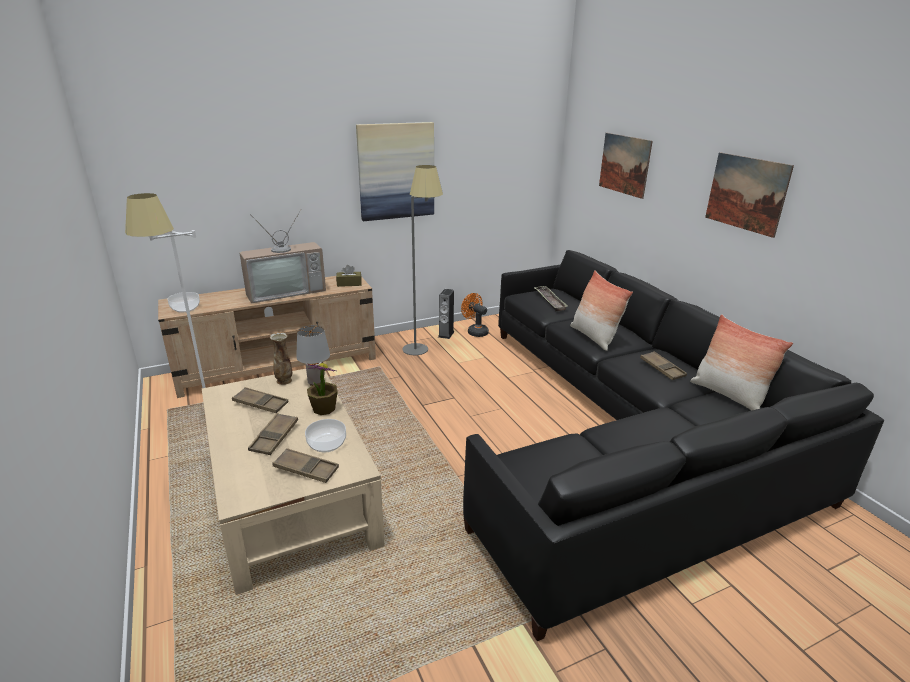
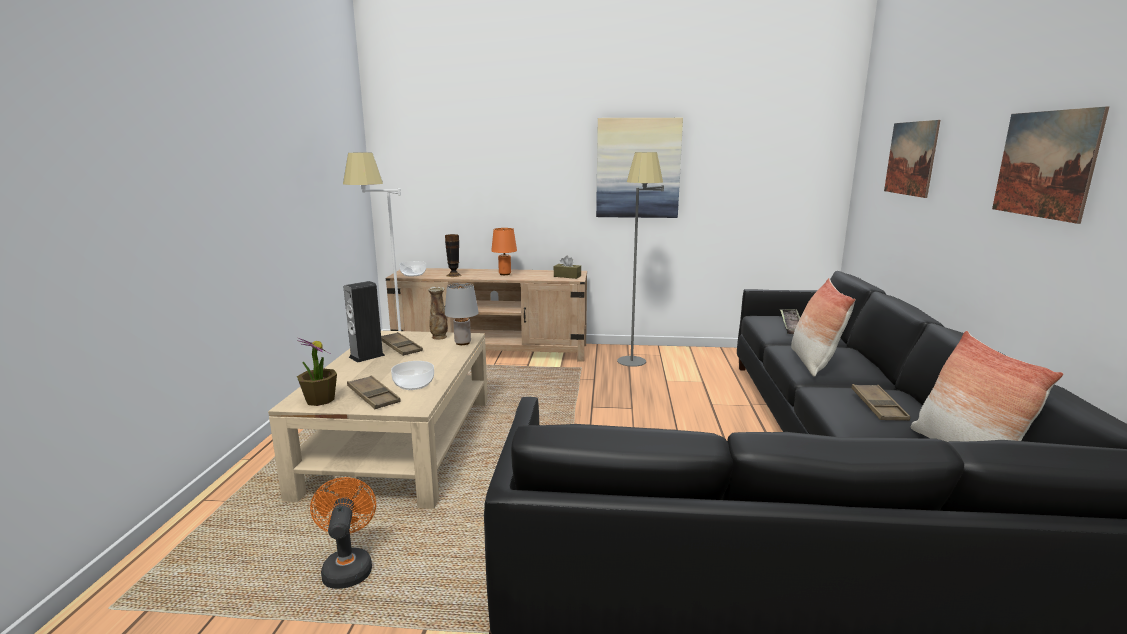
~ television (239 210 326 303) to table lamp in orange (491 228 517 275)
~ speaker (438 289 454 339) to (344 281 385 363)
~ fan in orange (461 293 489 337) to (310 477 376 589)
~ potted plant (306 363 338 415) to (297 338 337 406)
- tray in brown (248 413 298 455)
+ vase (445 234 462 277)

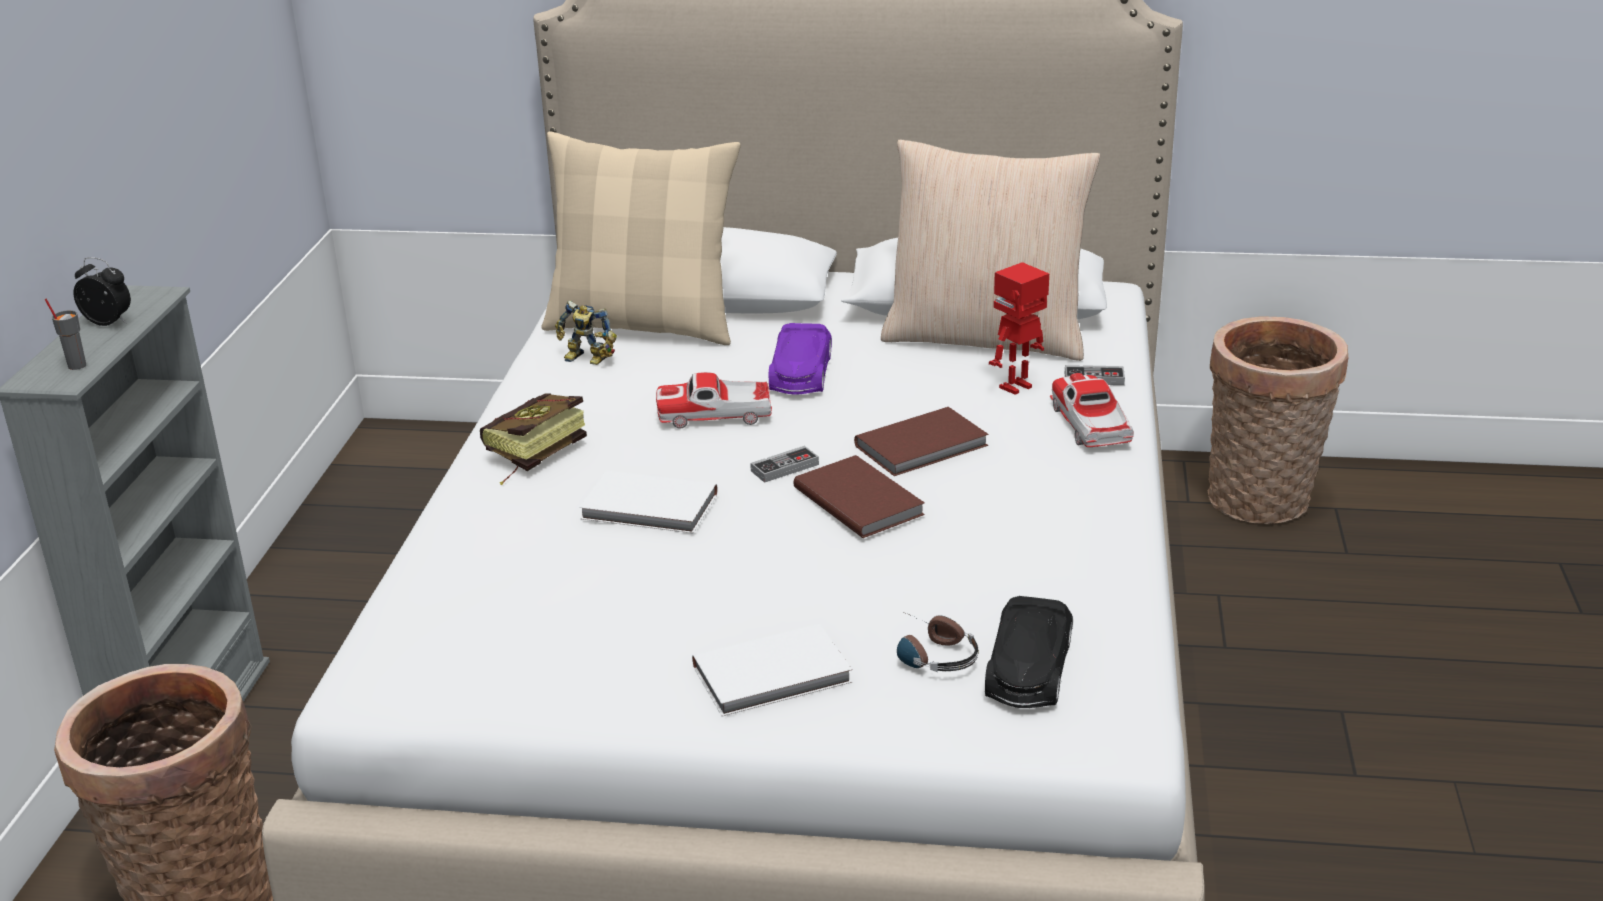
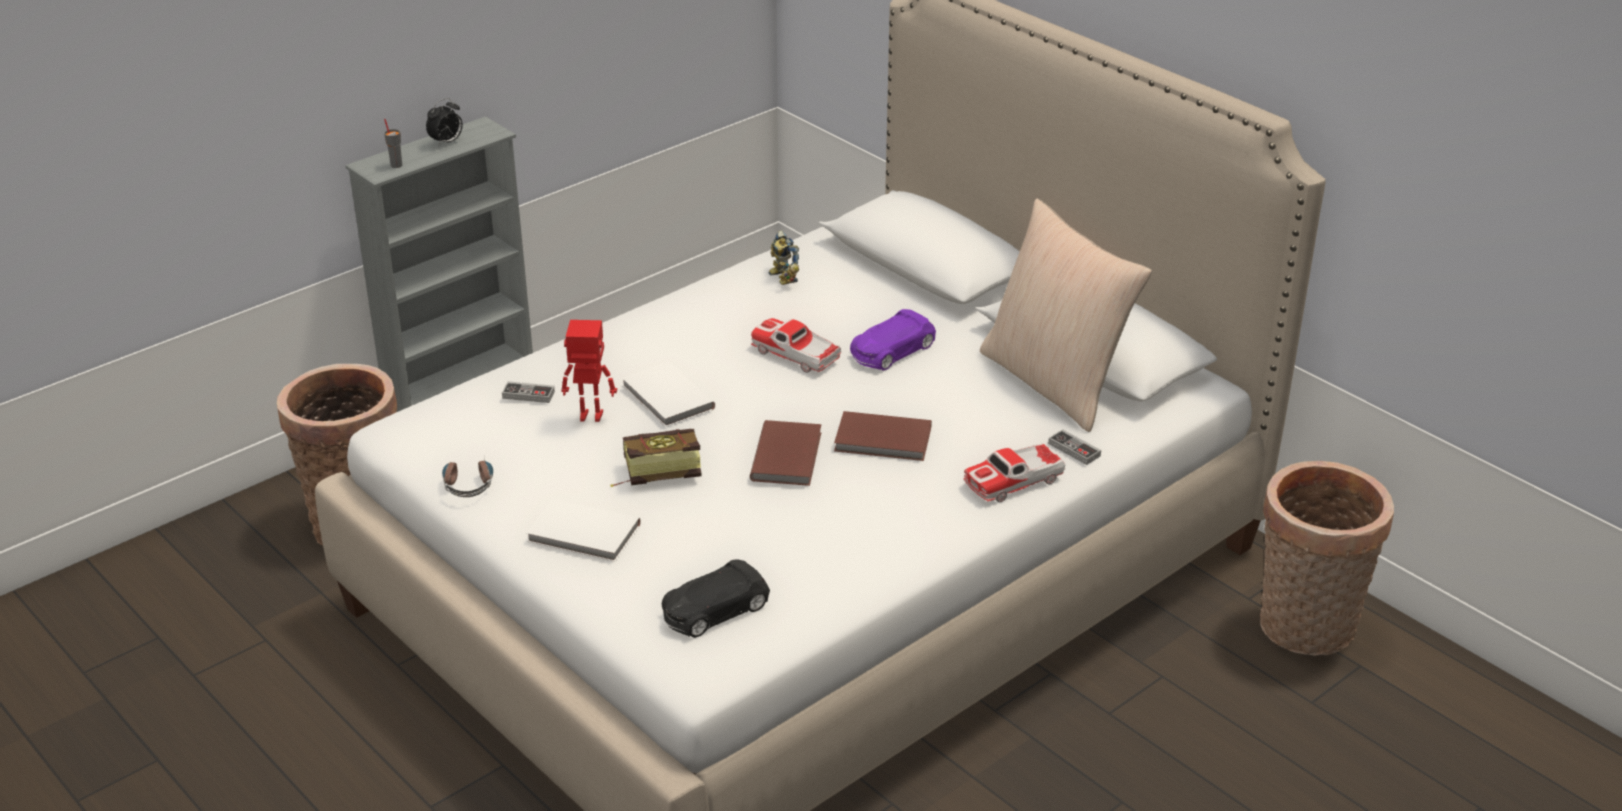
- pillow in beige (542 131 741 345)
~ alarm clock (73 257 131 326) = (426 98 463 147) 75 degrees clockwise
~ toy robot (989 262 1049 395) to (561 320 617 422)
~ toy car (1050 373 1134 447) = (964 443 1065 502) 150 degrees counterclockwise
~ book (480 394 587 485) to (611 429 701 487)
~ game controller (750 446 819 483) to (502 381 555 403)
~ headphones (897 612 979 672) to (442 461 493 497)

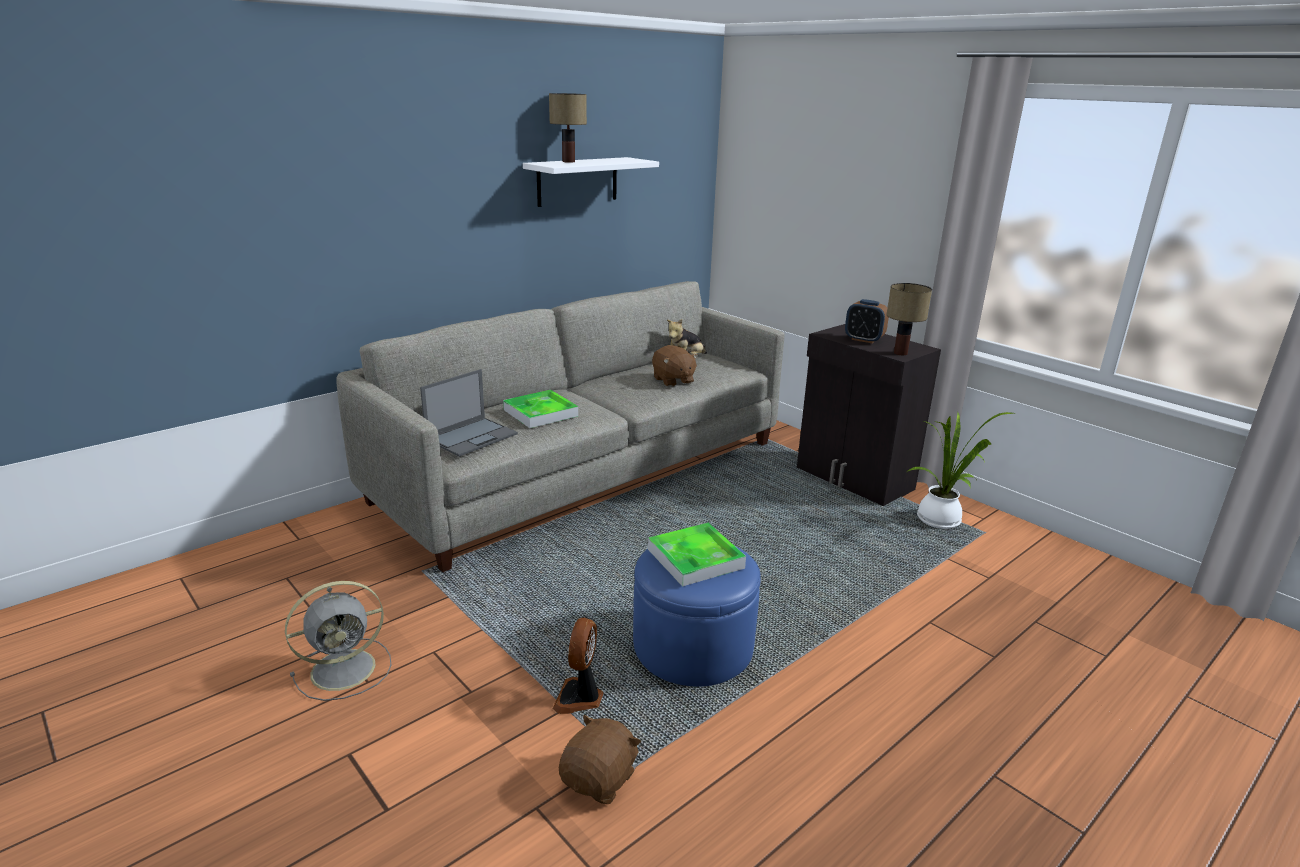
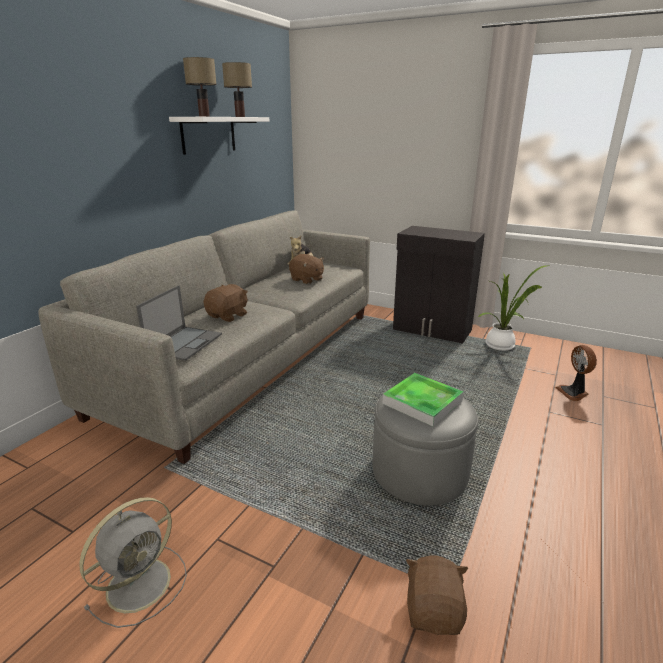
~ table lamp (886 283 932 355) to (222 62 252 117)
- alarm clock (845 299 889 343)
~ tray (503 390 578 428) to plush toy in brown (204 284 248 322)
~ ottoman in blue (633 546 761 687) to ottoman in grey (372 395 478 506)
~ fan (553 618 604 714) to (555 345 597 401)

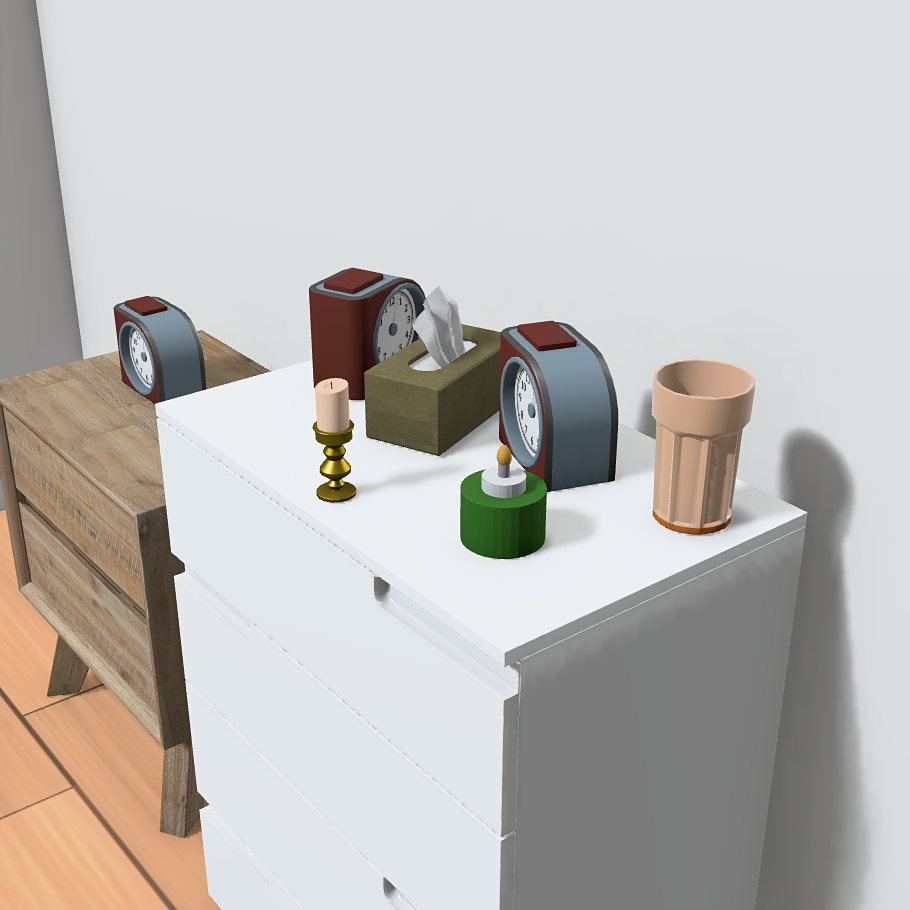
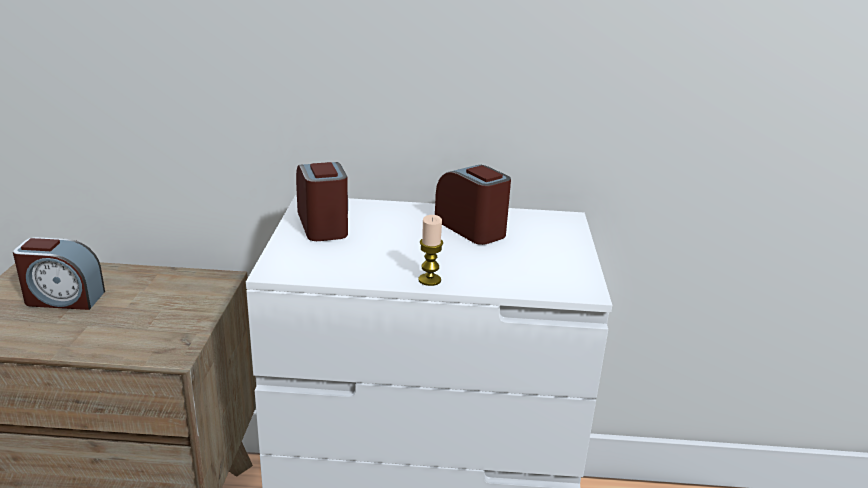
- tissue box in brown (364 286 501 456)
~ alarm clock (499 321 618 492) = (435 165 511 245) 150 degrees counterclockwise
- cup (652 359 755 535)
- candle in green (460 445 547 559)

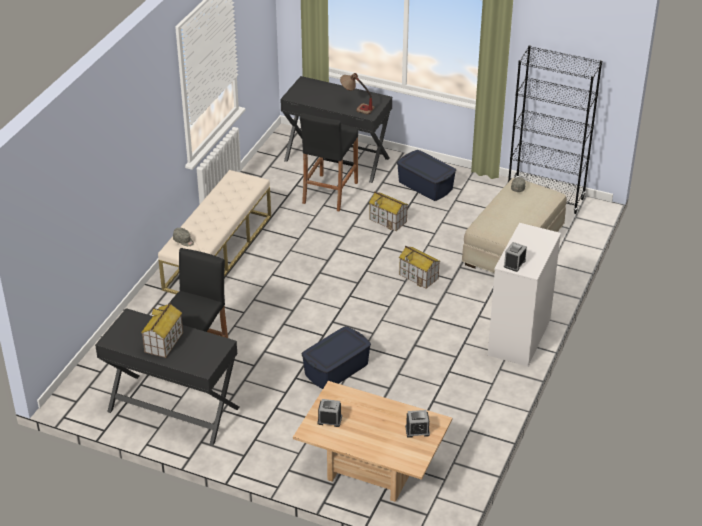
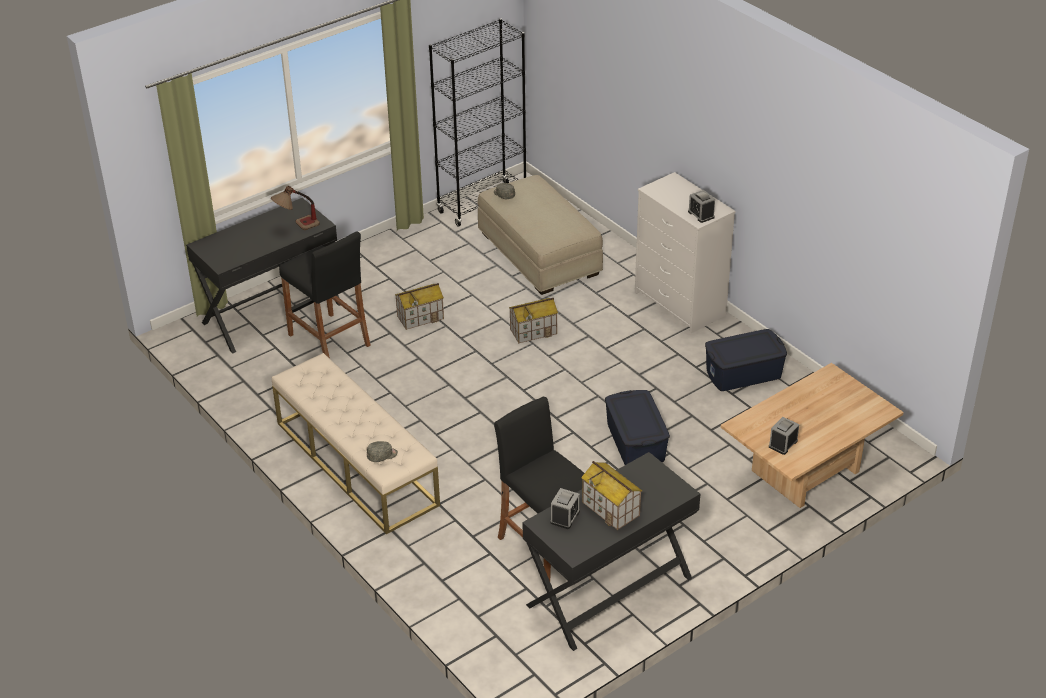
~ storage box in blue (397 150 456 201) to (705 329 787 391)
~ alarm clock (405 410 430 438) to (551 488 580 529)

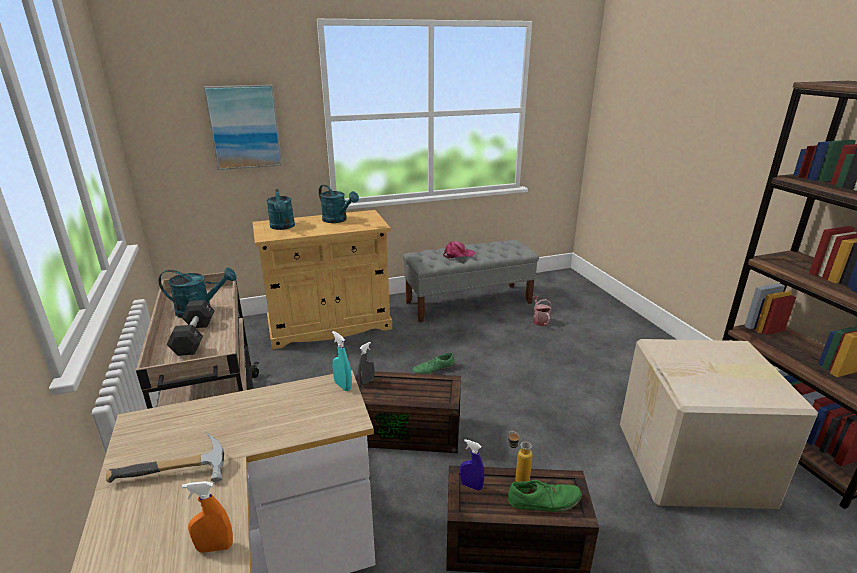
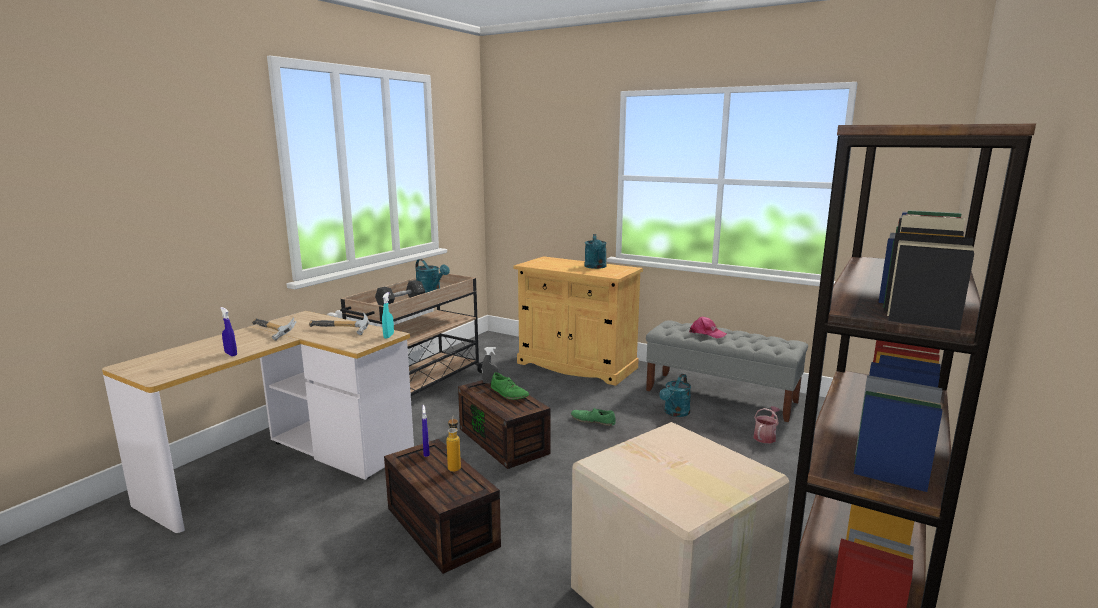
- picture (204 85 282 170)
~ watering can in turquoise (266 189 295 230) to (659 374 691 417)
~ shoe in green (508 480 582 512) to (491 372 529 400)
~ spray bottle in orange (182 481 233 553) to spray bottle in blue (220 307 237 356)
+ hammer (309 312 369 335)

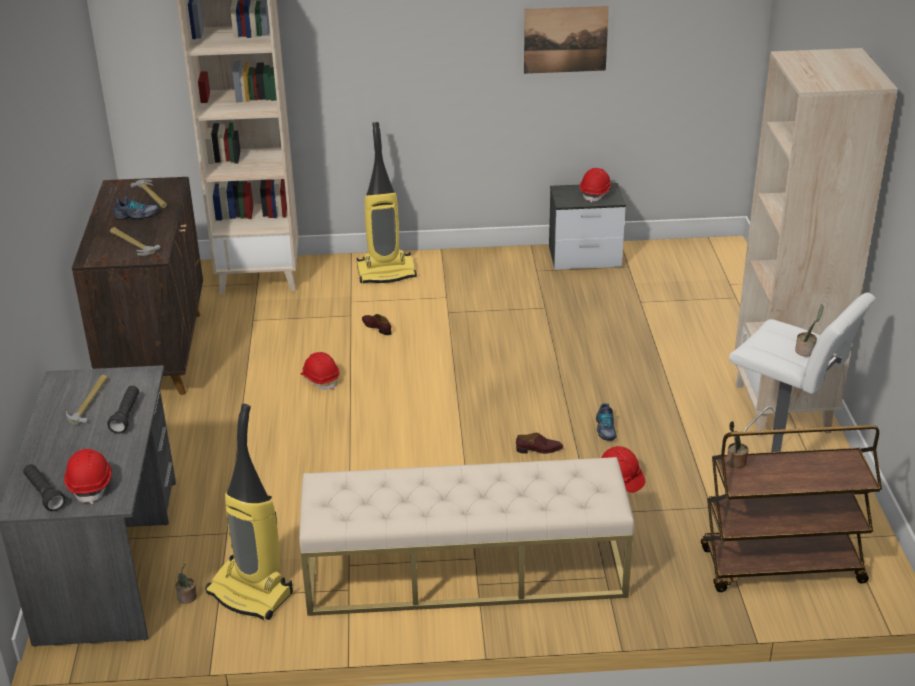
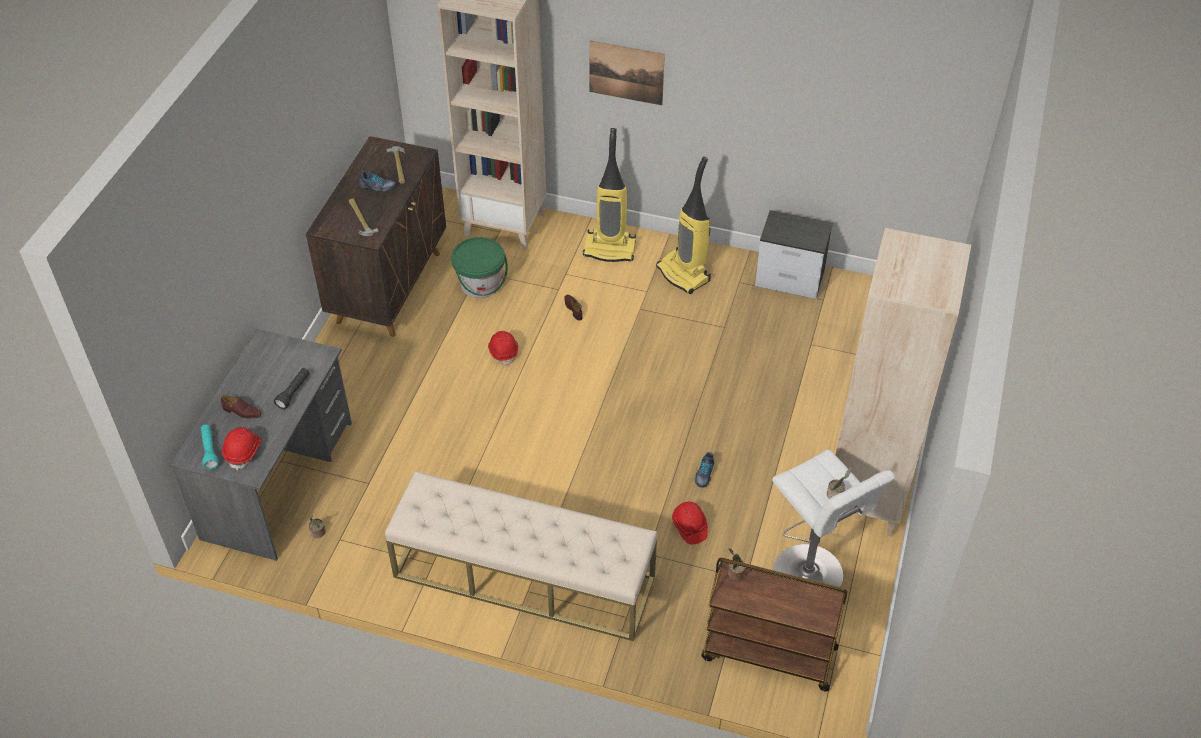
~ picture (524 6 609 74) to (589 40 665 105)
- hard hat in red (580 168 613 203)
- hammer (66 375 108 425)
~ vacuum cleaner (205 404 293 620) to (656 156 711 294)
~ shoe in brown (516 433 563 454) to (221 395 261 419)
~ flashlight in black (23 464 65 511) to flashlight in turquoise (201 425 219 469)
+ bucket in green (451 237 508 298)

